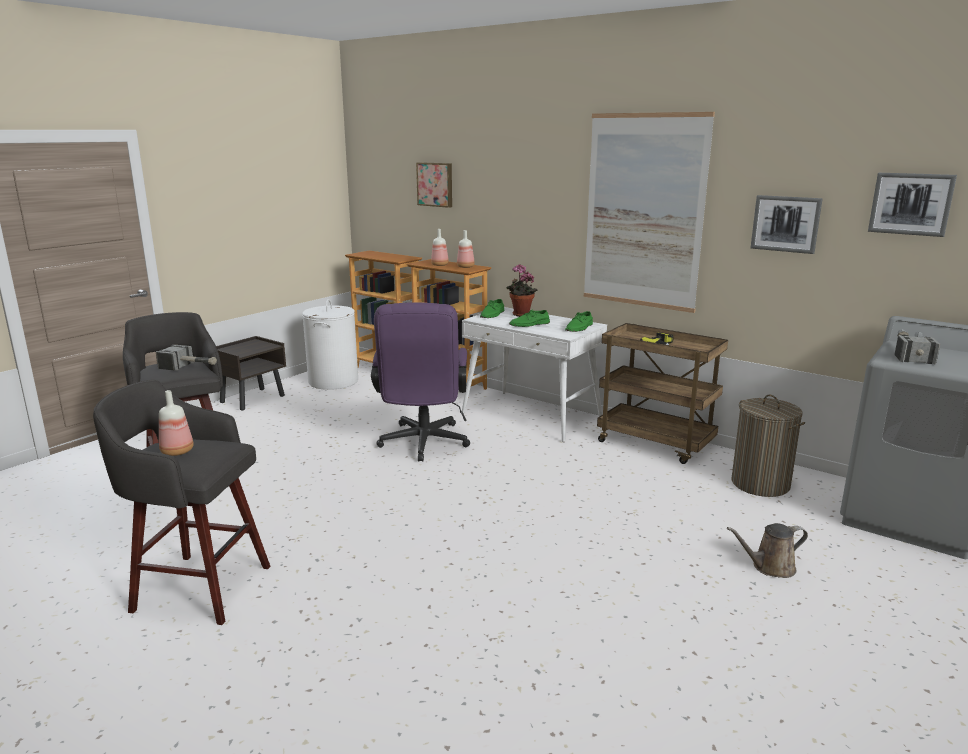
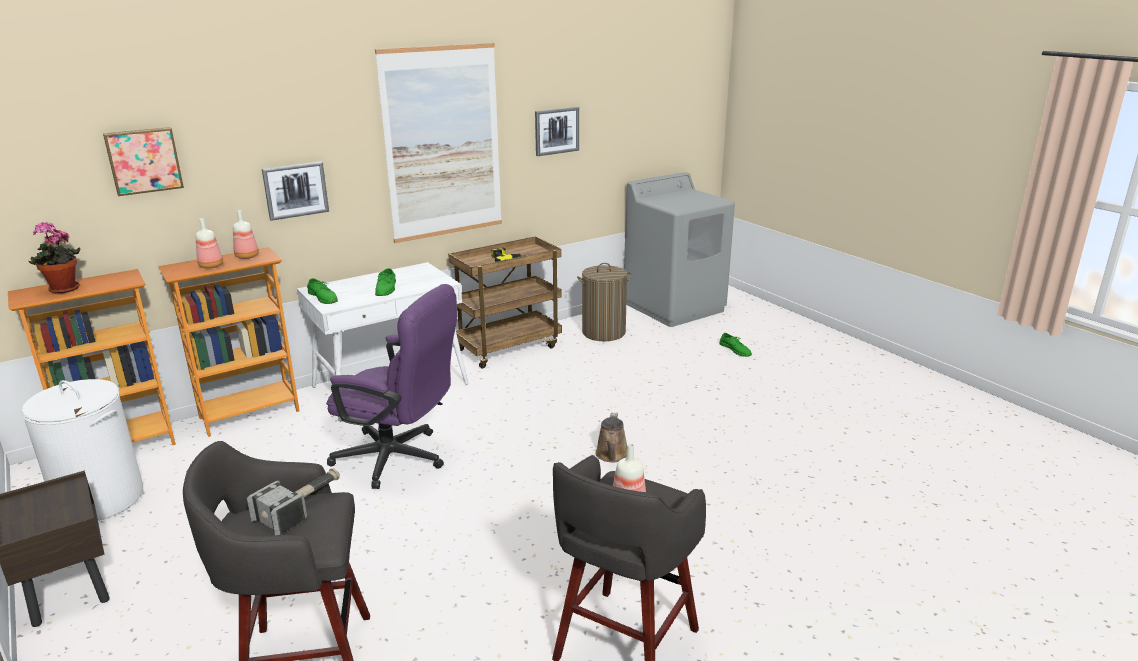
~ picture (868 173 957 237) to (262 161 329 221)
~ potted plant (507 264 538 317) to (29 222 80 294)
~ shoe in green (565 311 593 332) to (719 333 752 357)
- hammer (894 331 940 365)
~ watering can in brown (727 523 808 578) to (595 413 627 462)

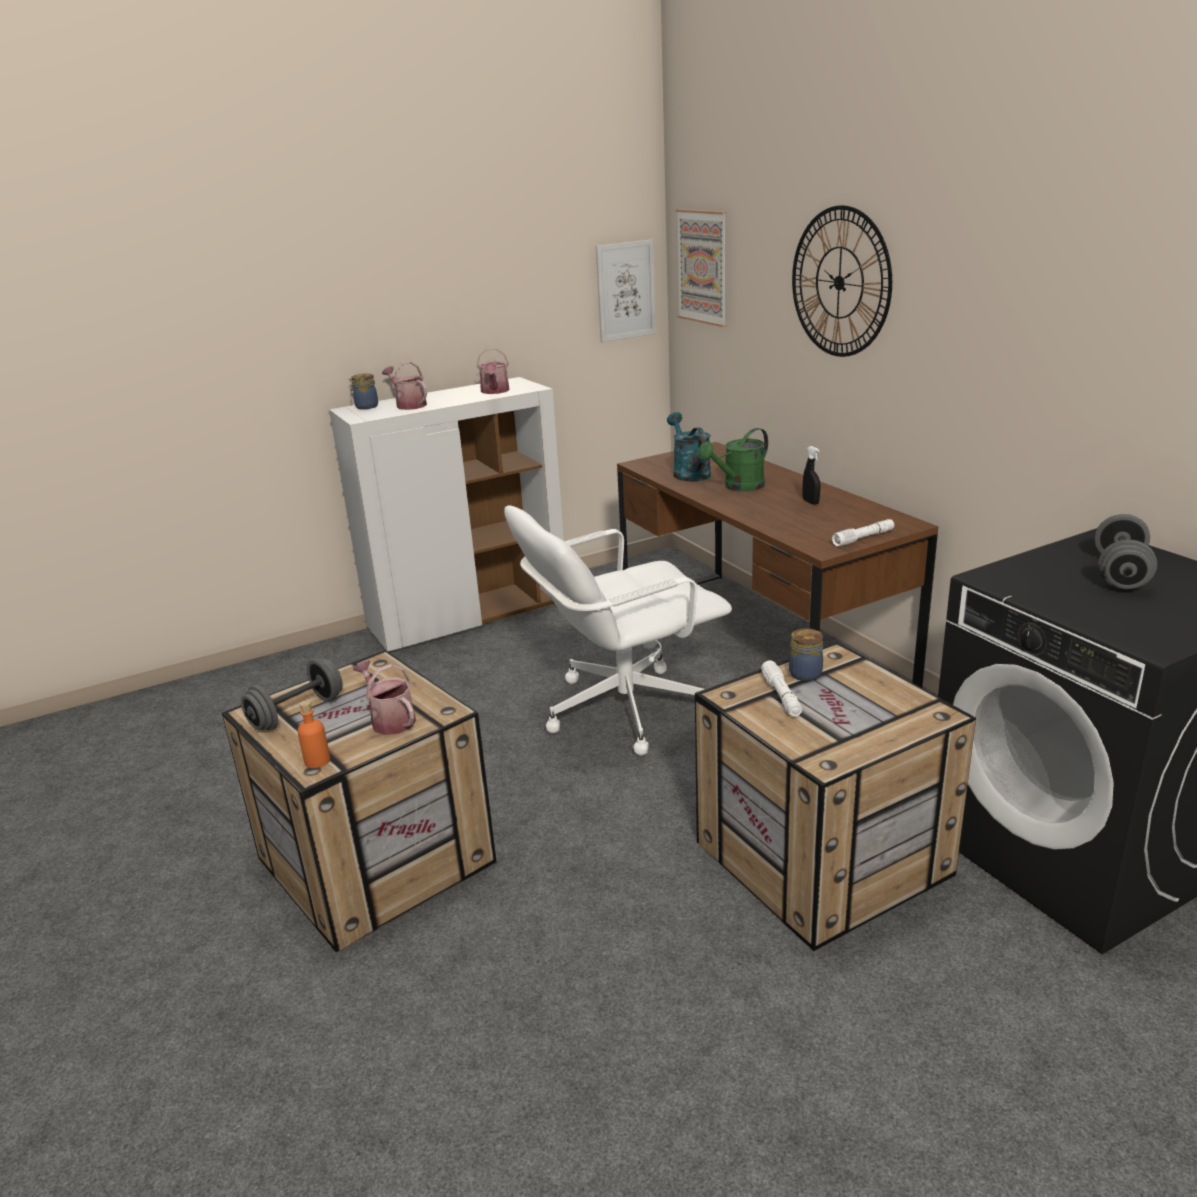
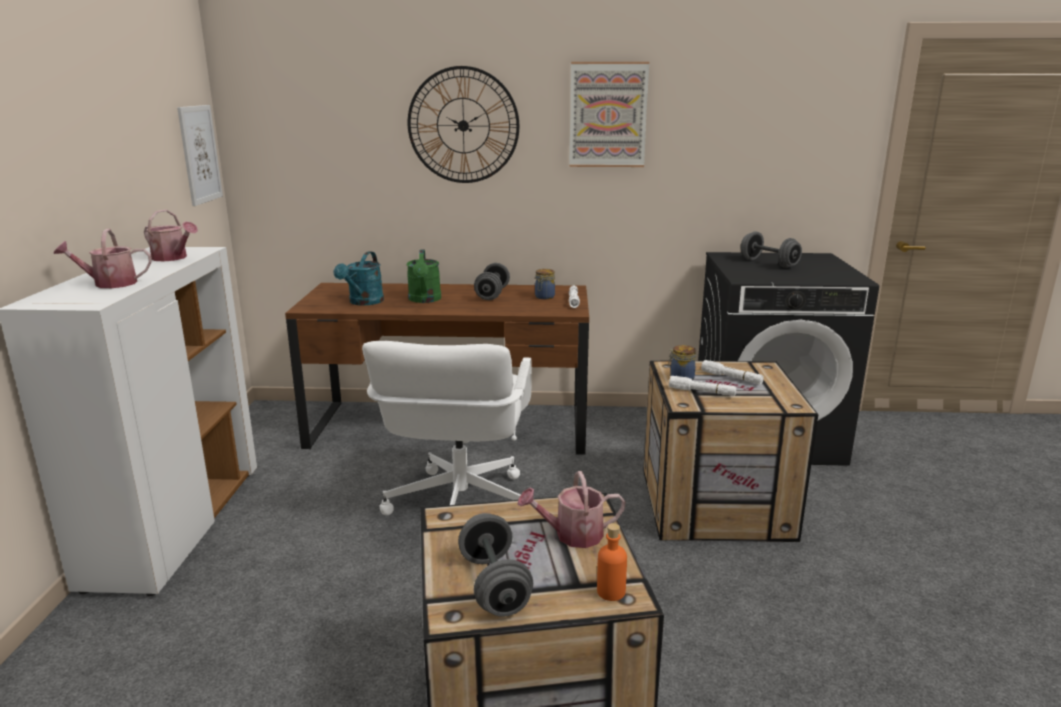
~ picture (676 209 727 327) to (569 62 649 167)
~ jar (349 373 378 409) to (535 269 555 299)
~ watering can in turquoise (667 412 711 481) = (334 251 384 305) 90 degrees counterclockwise
~ spray bottle in black (802 446 821 505) to dumbbell in grey (474 263 510 300)
+ flashlight in white (701 360 764 384)

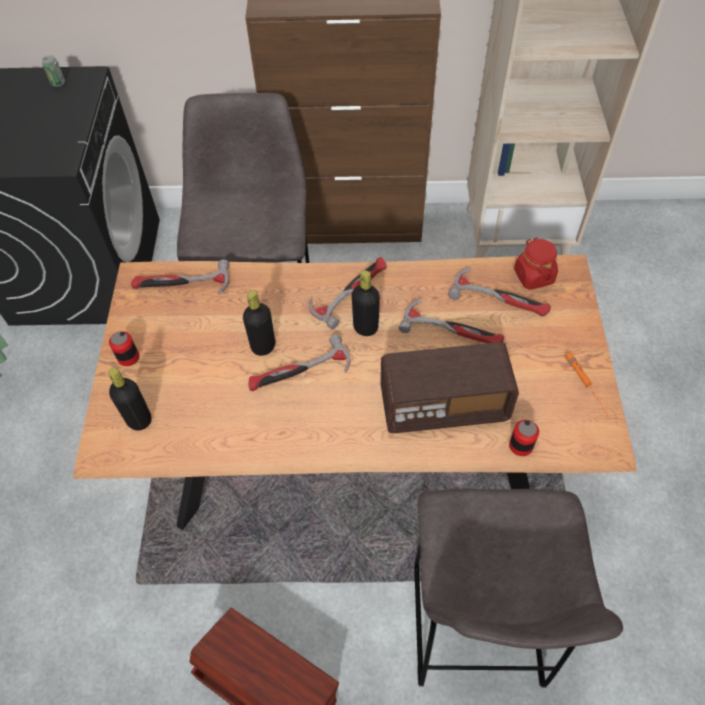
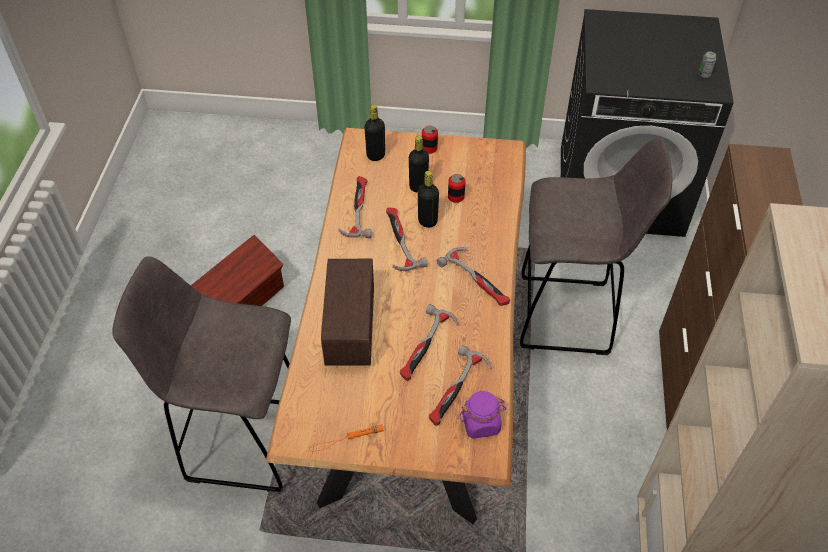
~ jar in red (514 237 558 290) to jar in purple (460 391 506 439)
~ hammer (131 260 229 294) to (339 176 372 238)
~ bottle in black (352 270 380 336) to (409 136 429 192)
~ can (509 420 539 456) to (448 174 466 203)

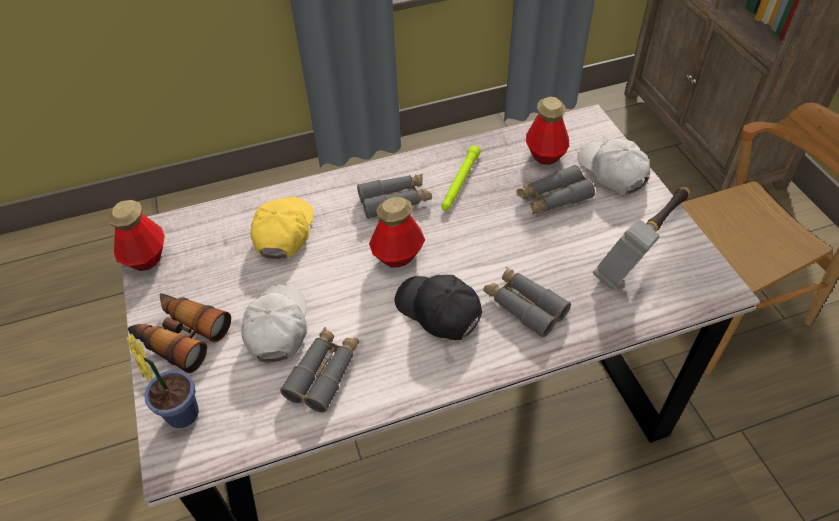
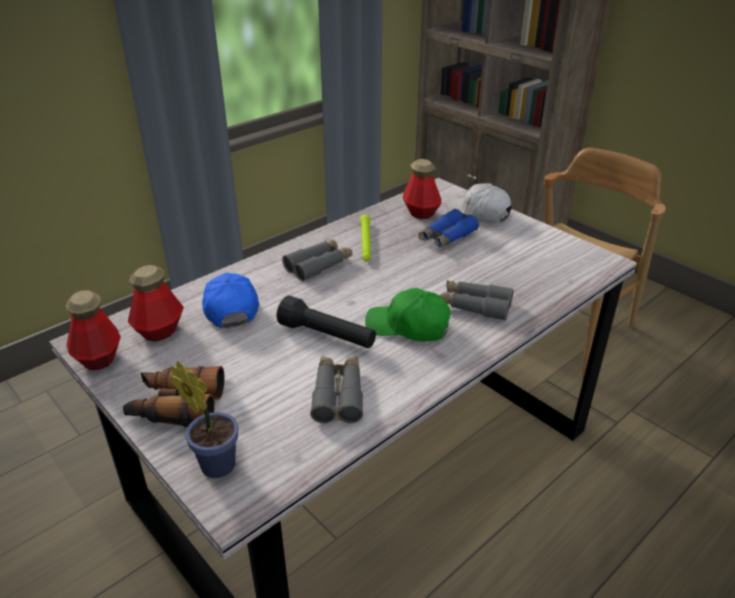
~ binoculars in grey (516 165 595 214) to binoculars in blue (418 209 479 248)
- hammer (593 187 690 289)
~ cap in yellow (250 197 314 259) to cap in blue (202 273 259 328)
~ bottle (369 197 425 267) to (128 265 184 342)
~ cap in black (395 275 482 340) to cap in green (365 288 451 342)
- cap in white (241 285 307 363)
+ flashlight in black (277 296 376 348)

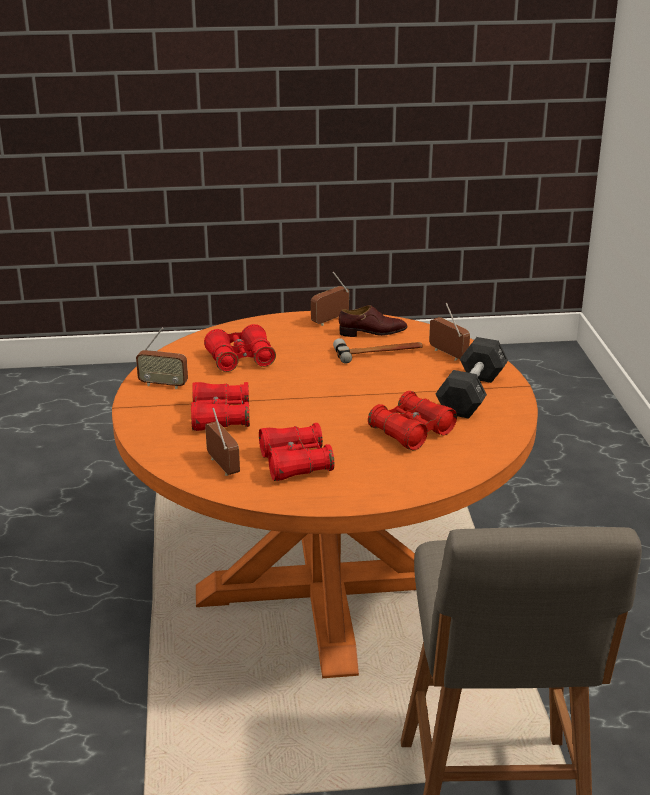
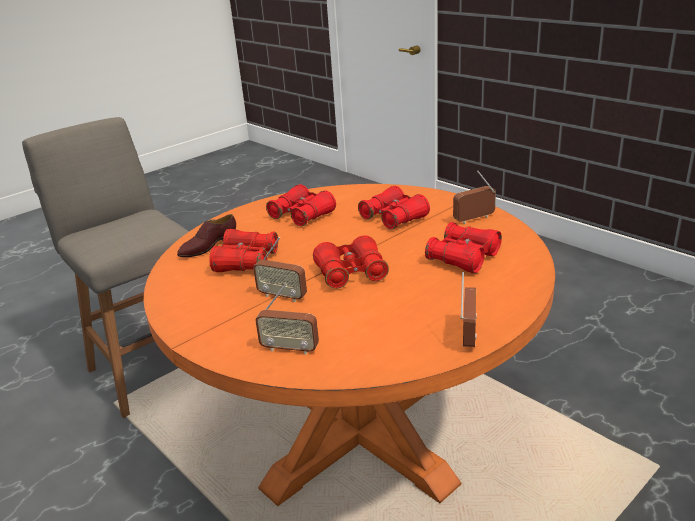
~ shoe in brown (339 305 407 337) to (177 214 236 257)
- dumbbell in black (436 337 508 419)
- hammer (333 338 423 363)
~ radio (205 408 240 476) to (253 237 307 302)
+ binoculars in red (313 235 389 289)

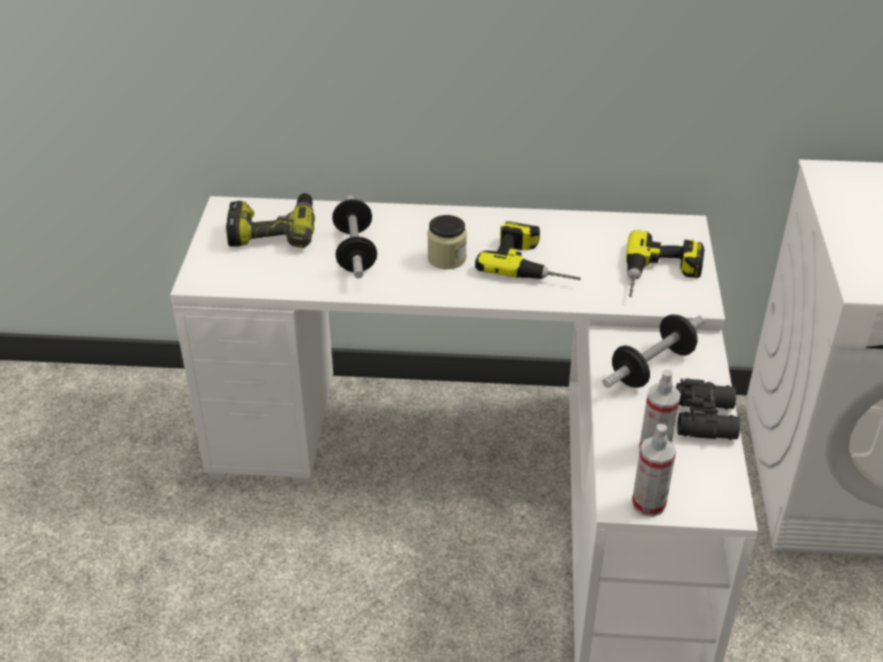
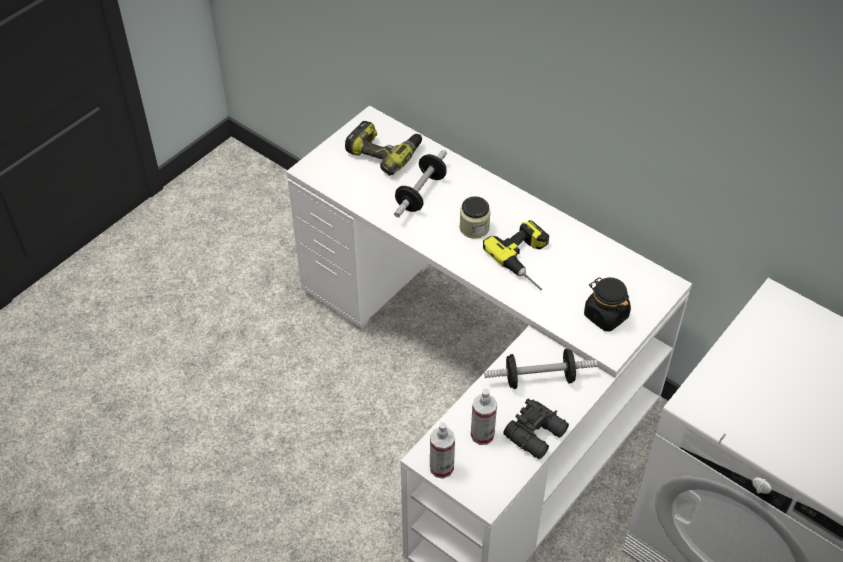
~ power drill (626 230 704 297) to jar in black (584 278 631 331)

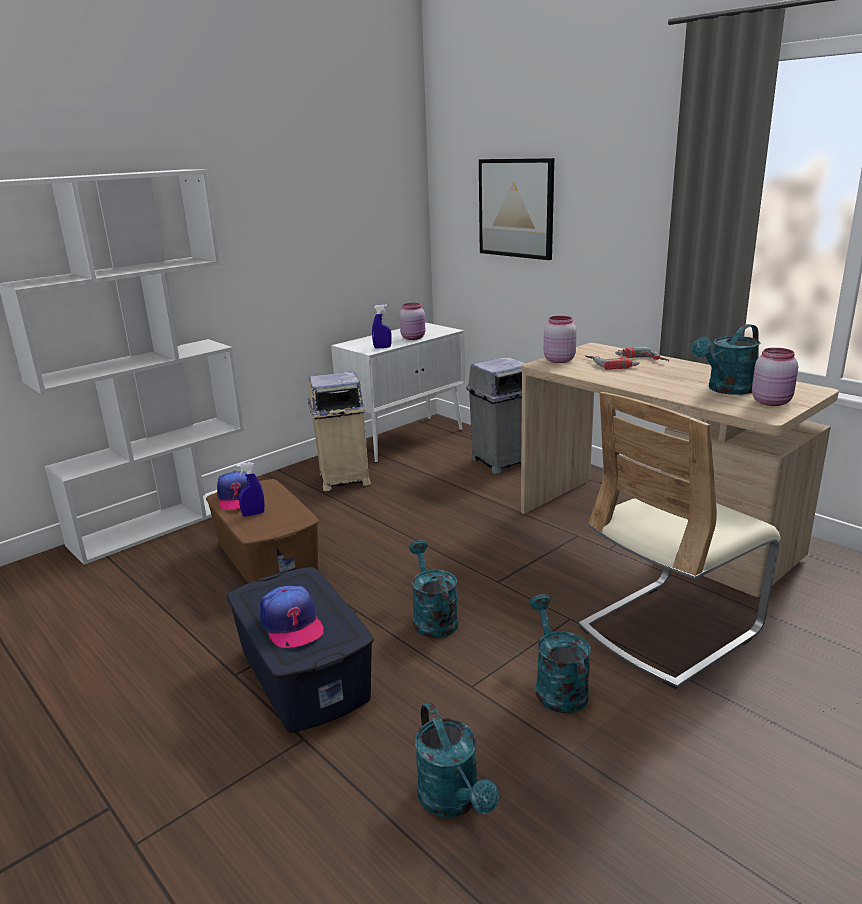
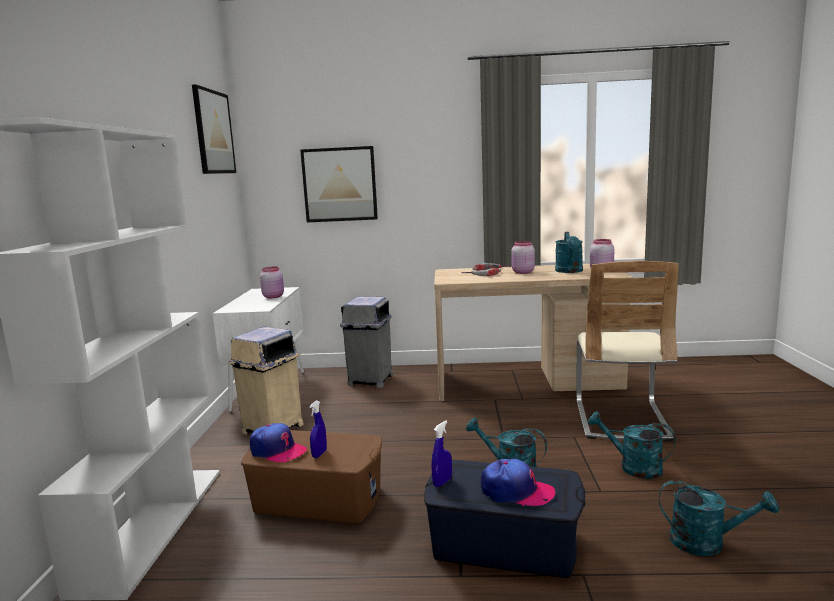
~ spray bottle in blue (372 304 392 349) to (431 421 452 487)
~ jar in pink (544 316 577 363) to (511 241 535 274)
+ picture (192 84 236 174)

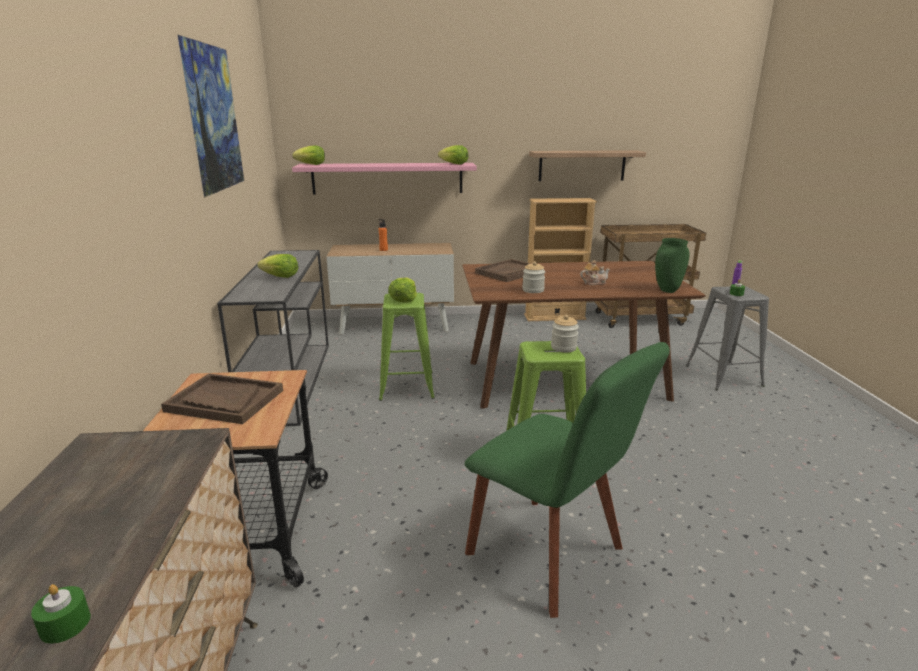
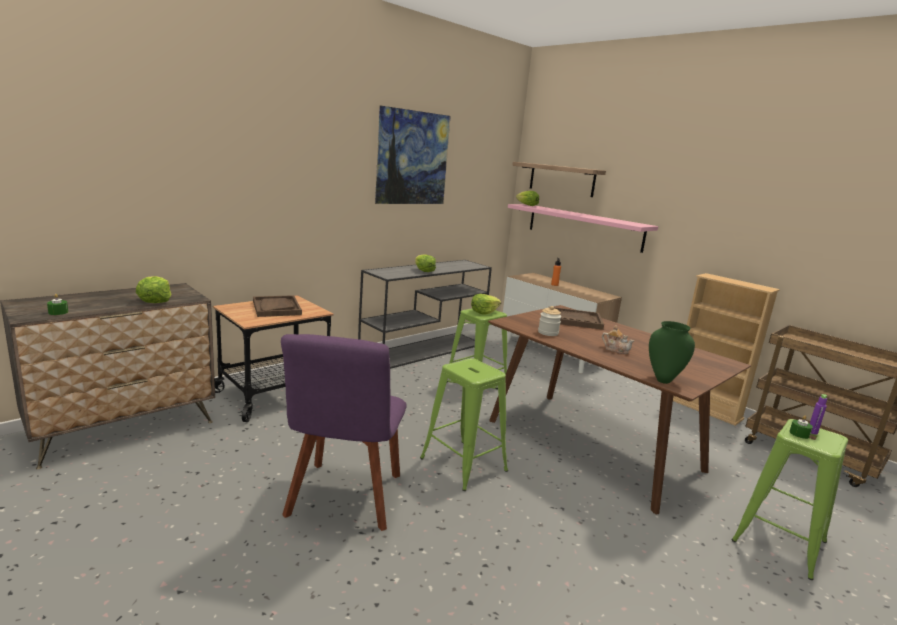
~ lettuce (438 145 468 164) to (136 276 171 303)
~ shelf (529 150 646 181) to (512 162 606 197)
~ stool in grey (686 286 769 390) to stool in green (732 419 848 580)
- jar (551 315 579 352)
~ chair in green (464 342 670 618) to chair in purple (281 334 407 531)

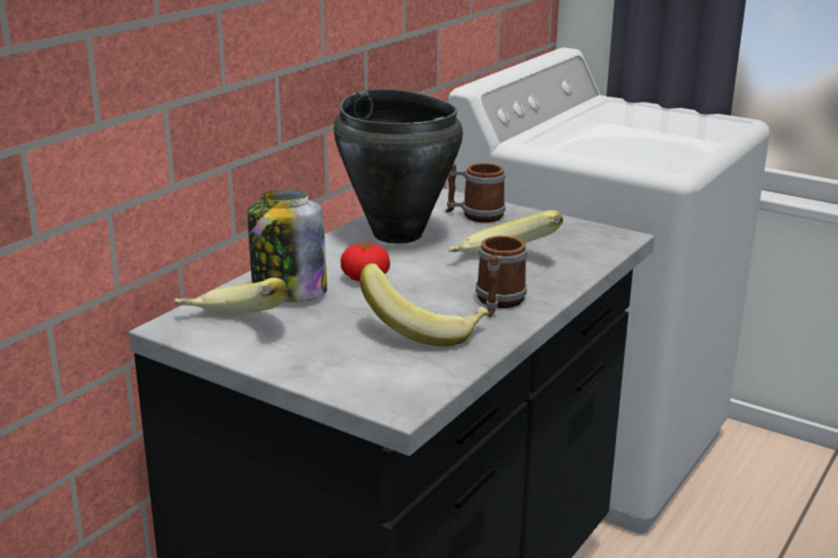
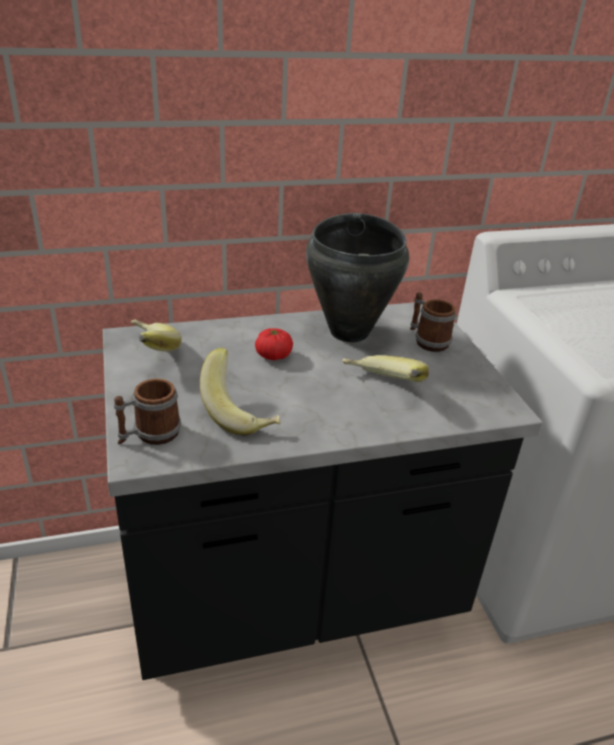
- jar (248 190 327 302)
~ mug (476 236 527 317) to (114 378 181 445)

